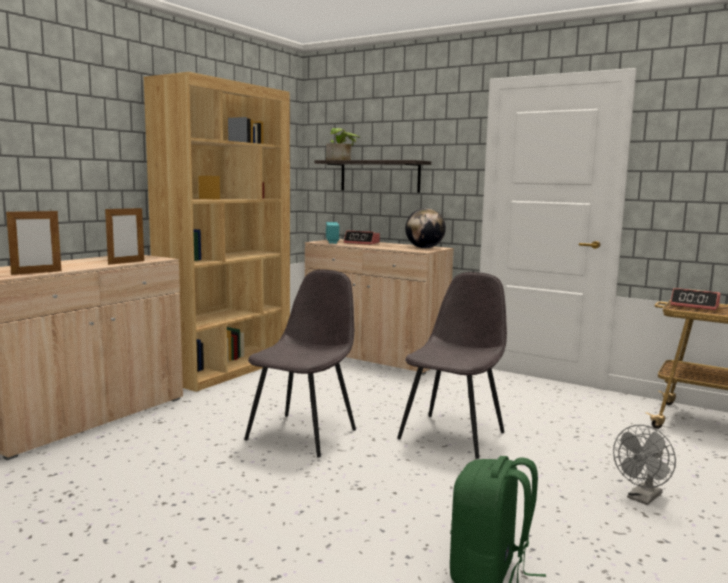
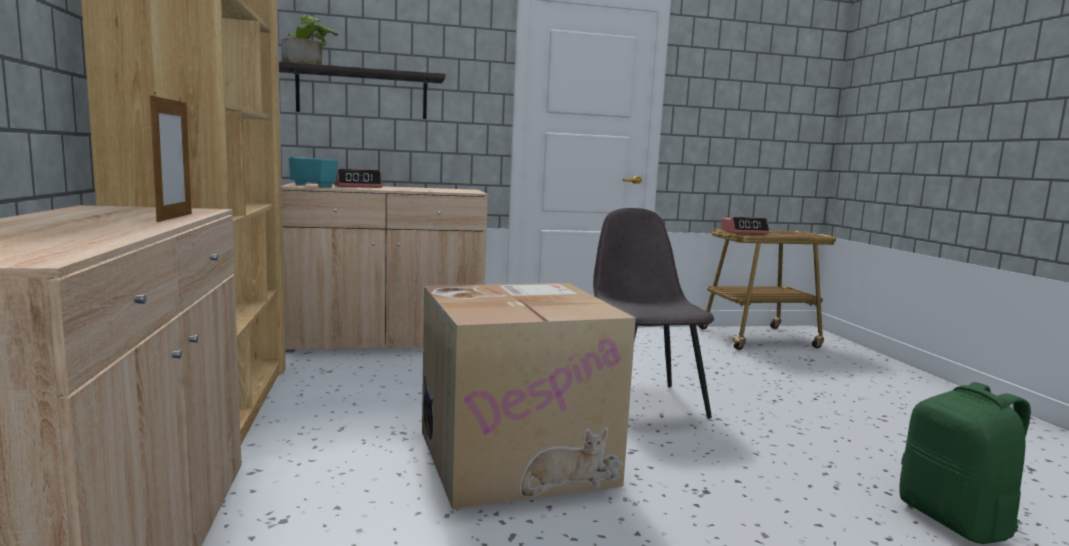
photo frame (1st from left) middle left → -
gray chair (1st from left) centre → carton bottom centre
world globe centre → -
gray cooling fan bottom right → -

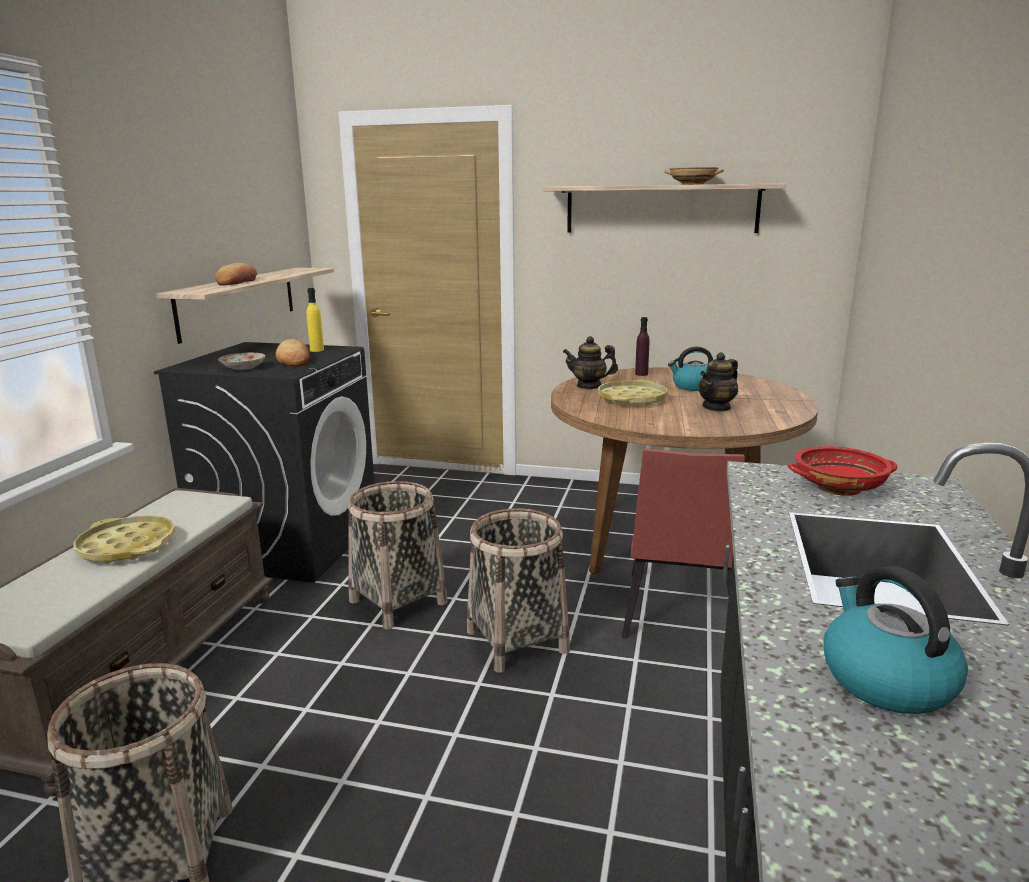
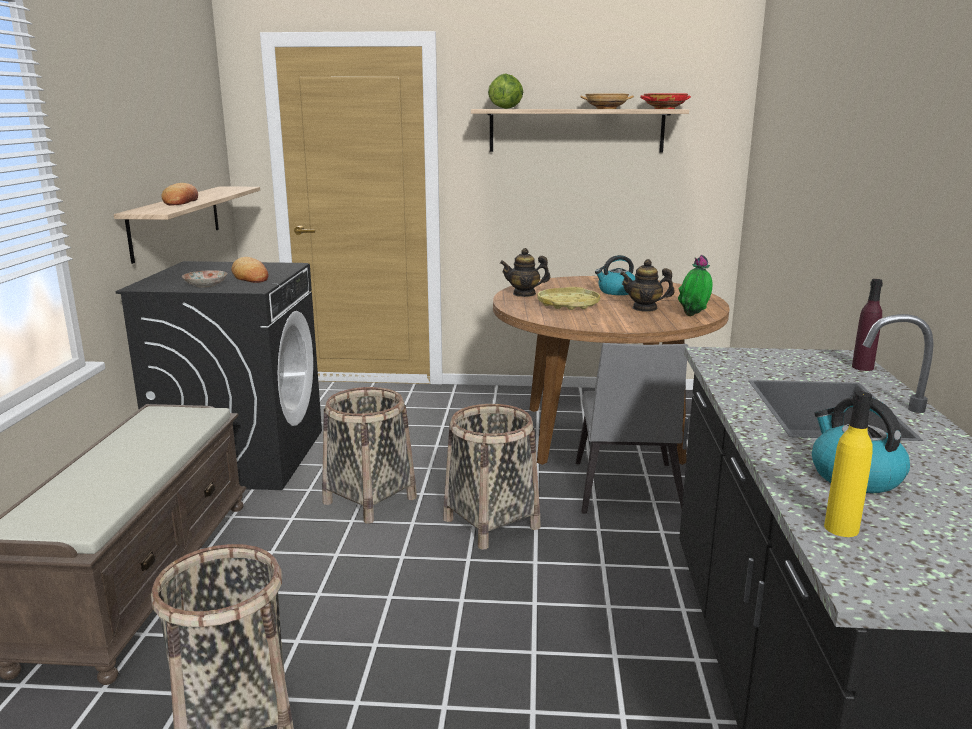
yellow carrying tray (1st from left) middle left → -
yellow bottle middle left → yellow bottle middle right, moved
red chair centre → gray chair centre
purple-coloured bottle centre → purple-coloured bottle middle right, moved
tea pot (2nd from left) middle right → tea pot (2nd from left) centre, 60 degrees clockwise
red deep dish middle right → red deep dish top right, moved
- → lettuce top centre
- → houseplant middle right

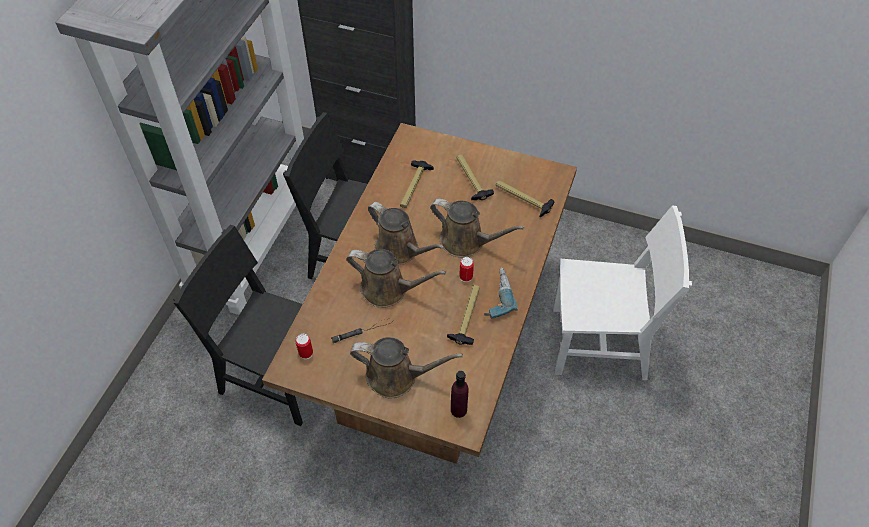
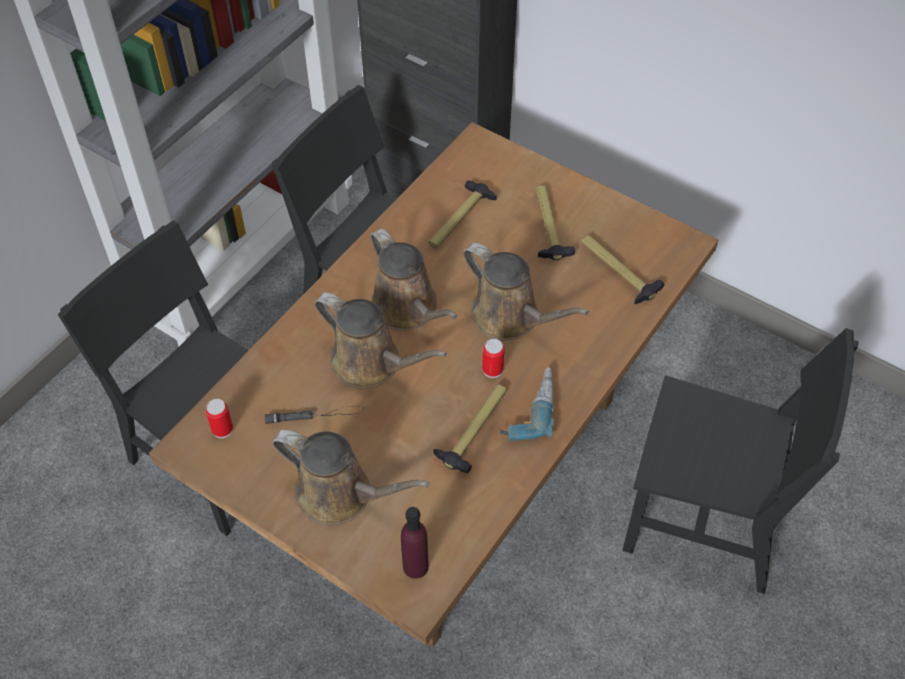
white chair middle right → black-coloured chair (3rd from left) bottom right

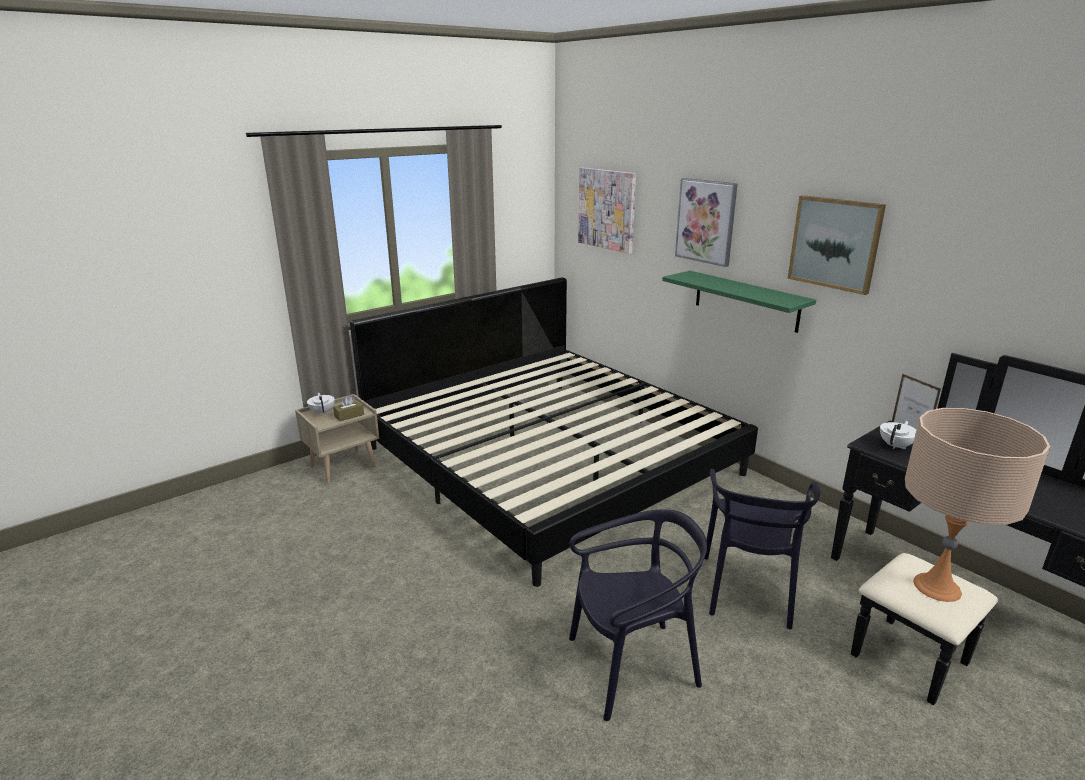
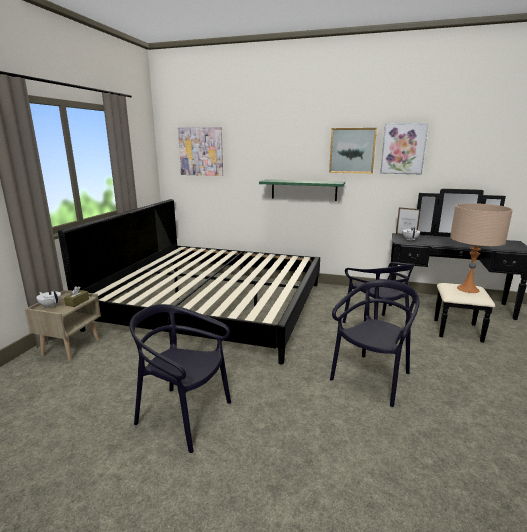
wall art (2nd from left in the first image) top centre → wall art (3rd from left) top right, moved
- → black-coloured chair (1st from left) bottom centre

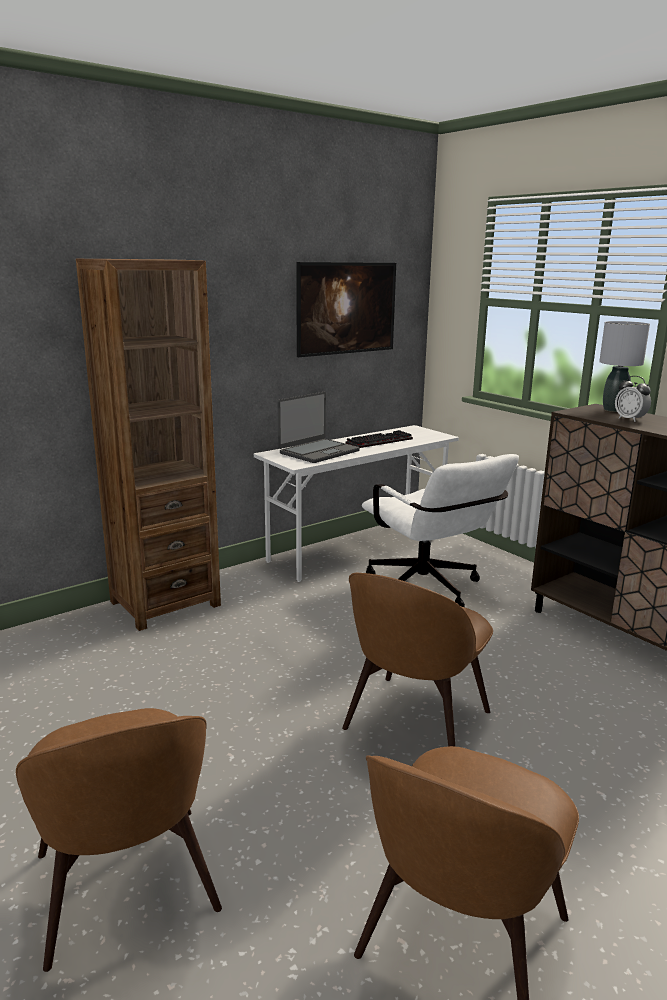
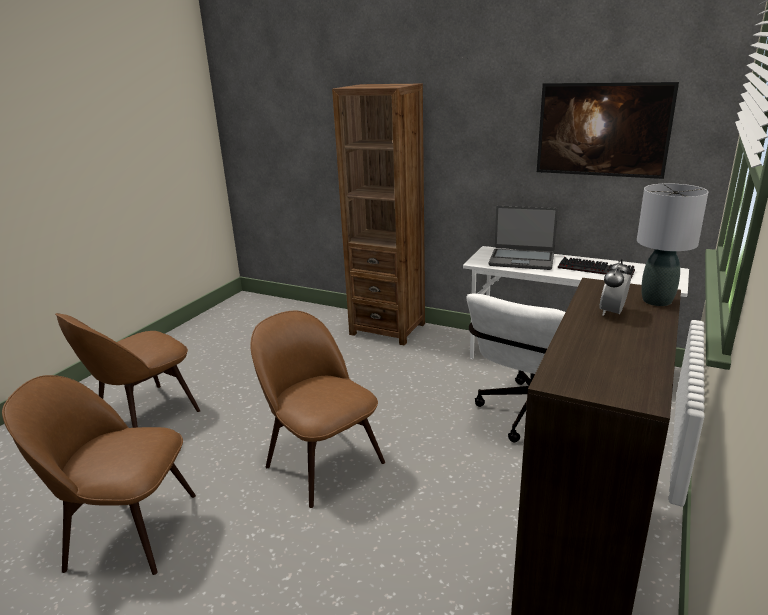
brown-coloured chair (2nd from left in the first image) centre → brown-coloured chair (3rd from left) centre, 45 degrees clockwise

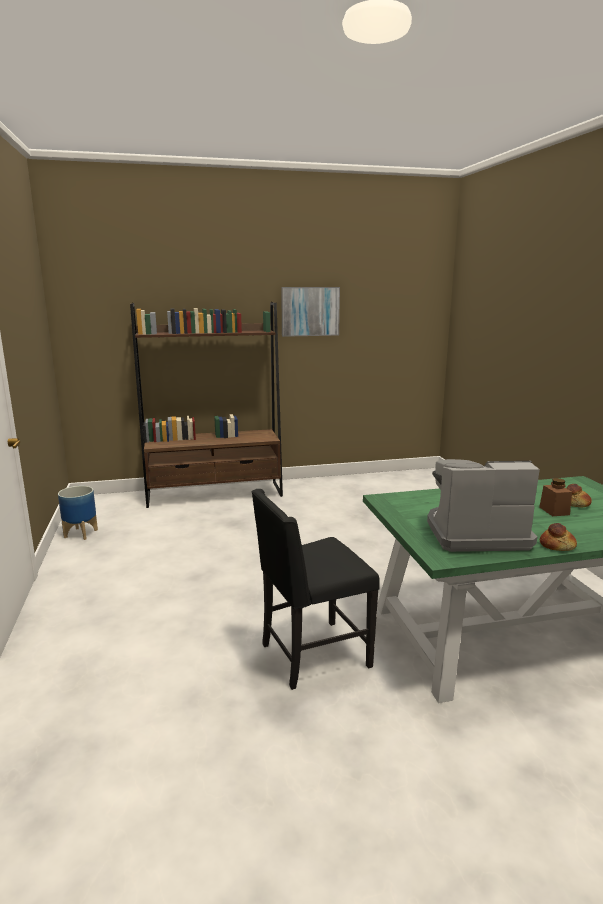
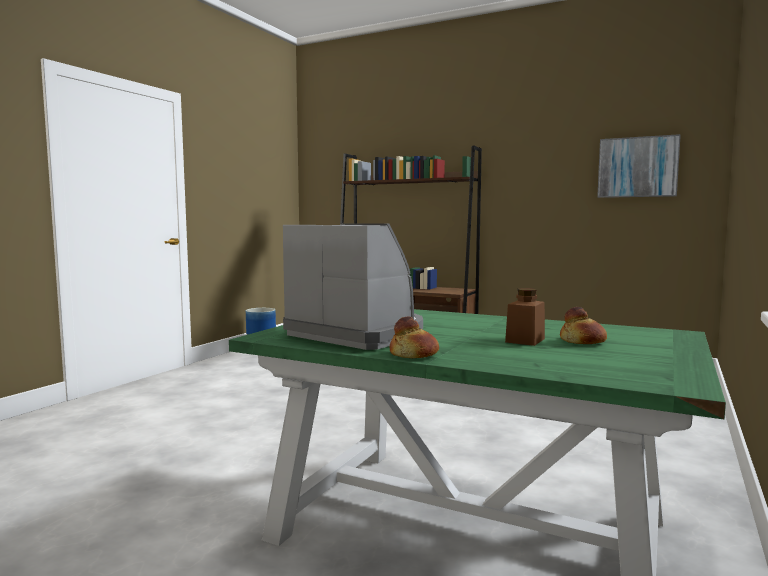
black-coloured chair centre → -
wall art centre → wall art top right, moved

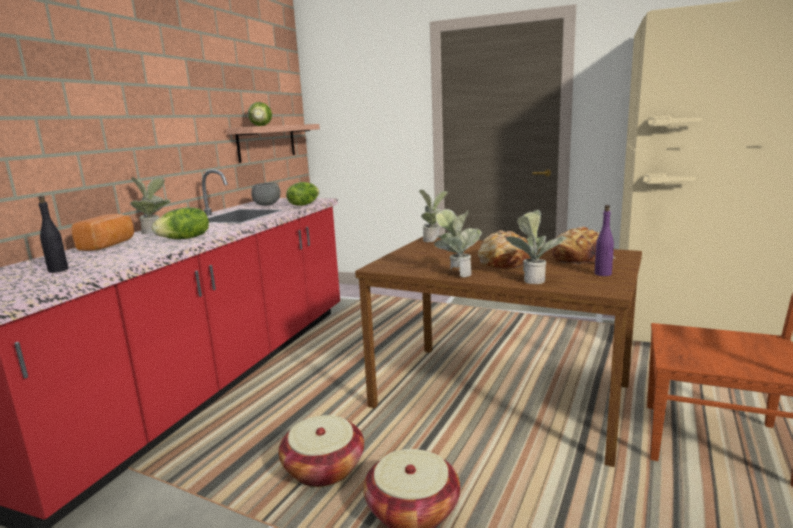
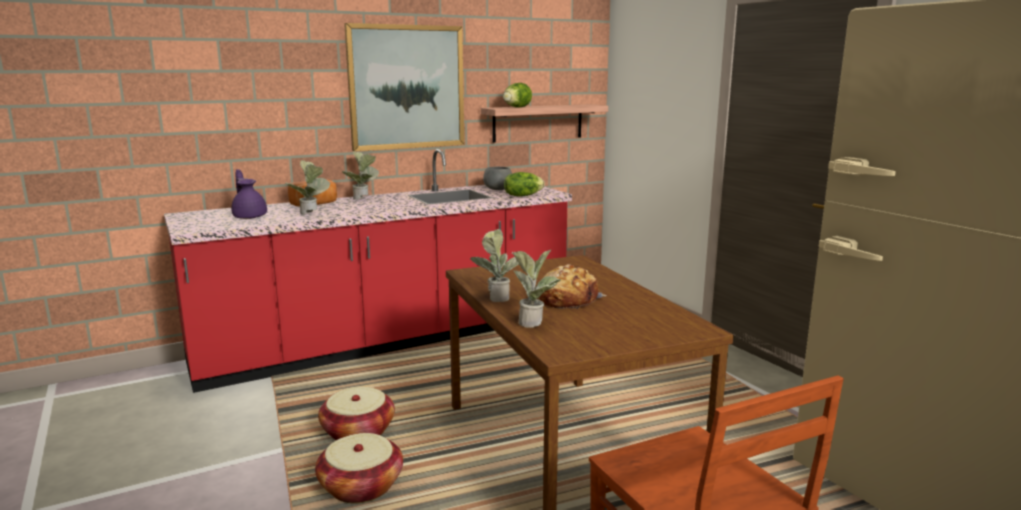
black-coloured bottle middle left → purple-coloured tea pot middle left
lettuce (1st from left) middle left → -
houseplant (2nd from left in the first image) centre → houseplant (1st from left) middle left, moved
bakery bread (3rd from left) middle right → -
purple-coloured bottle middle right → -
- → wall art top centre

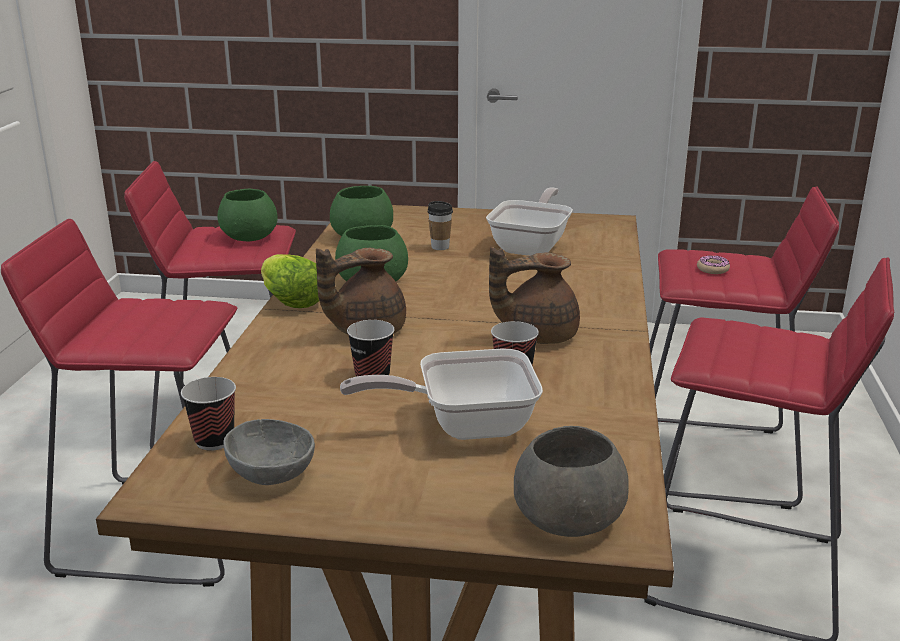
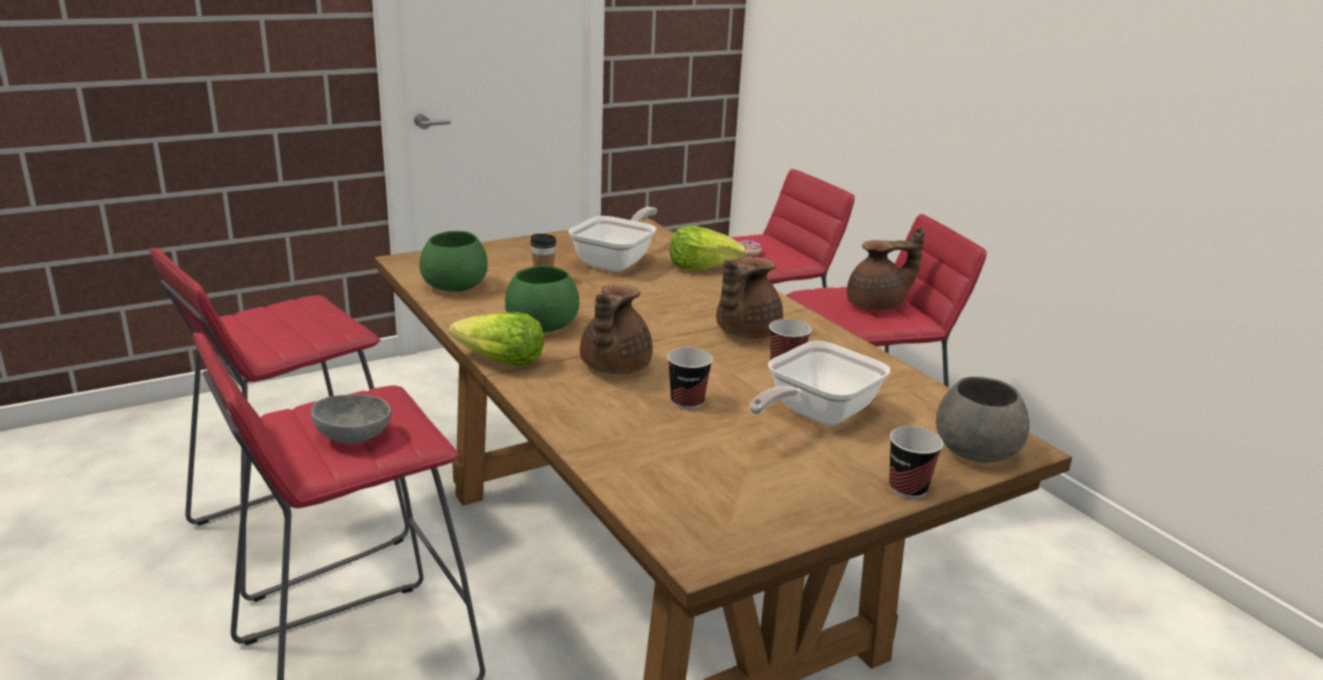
small cup (1st from left in the first image) middle left → small cup (4th from left) bottom right, moved
greenish deep dish (1st from left) middle left → -
gray deep dish (1st from left) bottom left → gray deep dish (1st from left) middle left, moved
skillet (2nd from left in the first image) centre → skillet (1st from left) centre, 45 degrees clockwise
- → lettuce (2nd from left) centre
- → brown-coloured tea pot (3rd from left) middle right

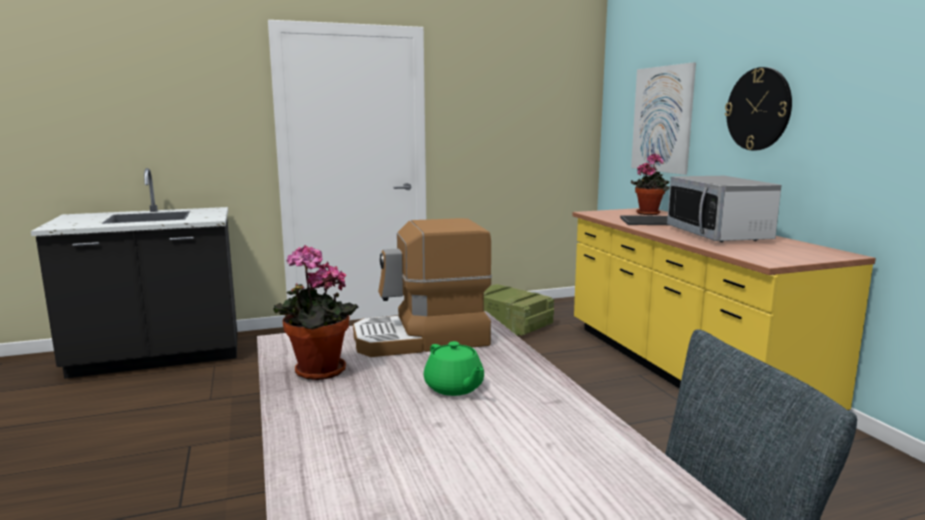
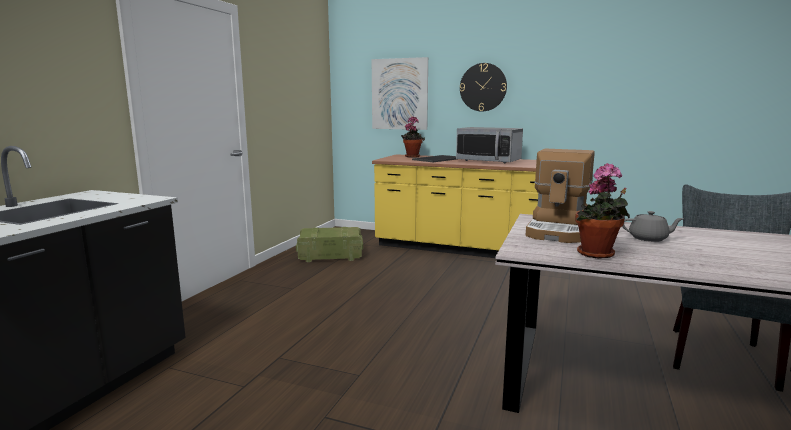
greenish tea pot bottom centre → gray tea pot middle right

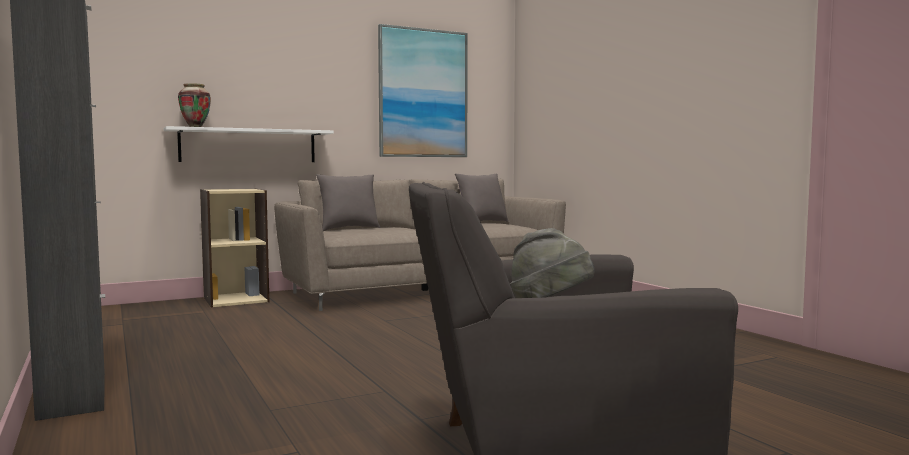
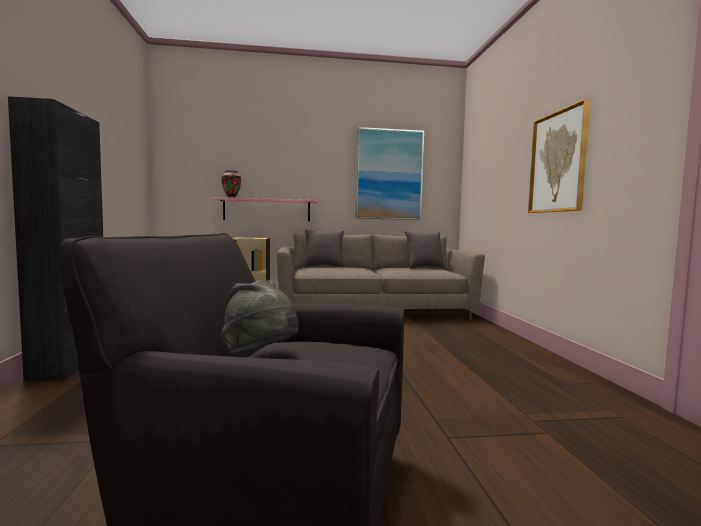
white shelf top left → pink shelf centre
- → wall art (2nd from left) top right

